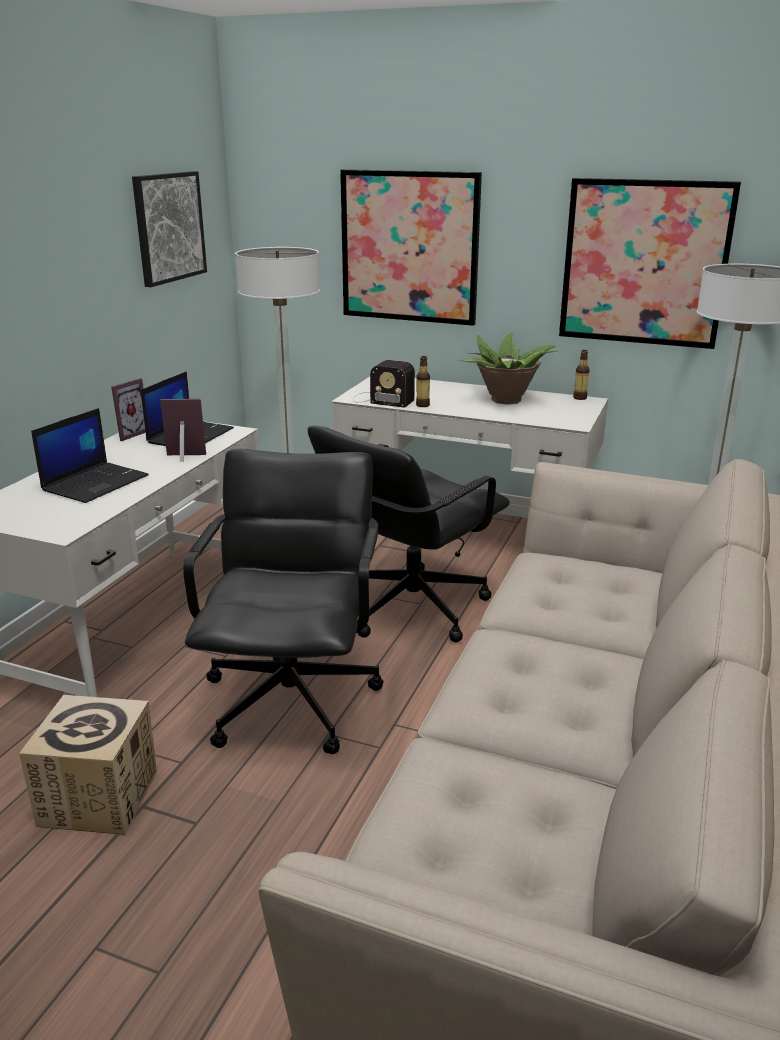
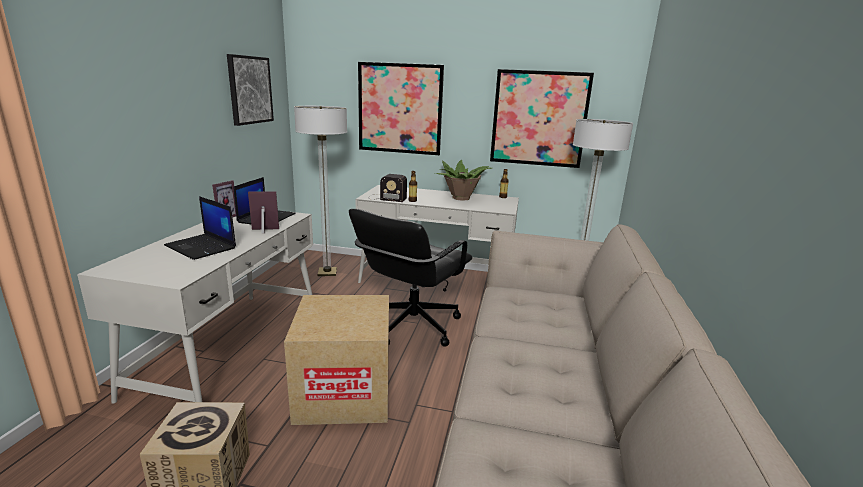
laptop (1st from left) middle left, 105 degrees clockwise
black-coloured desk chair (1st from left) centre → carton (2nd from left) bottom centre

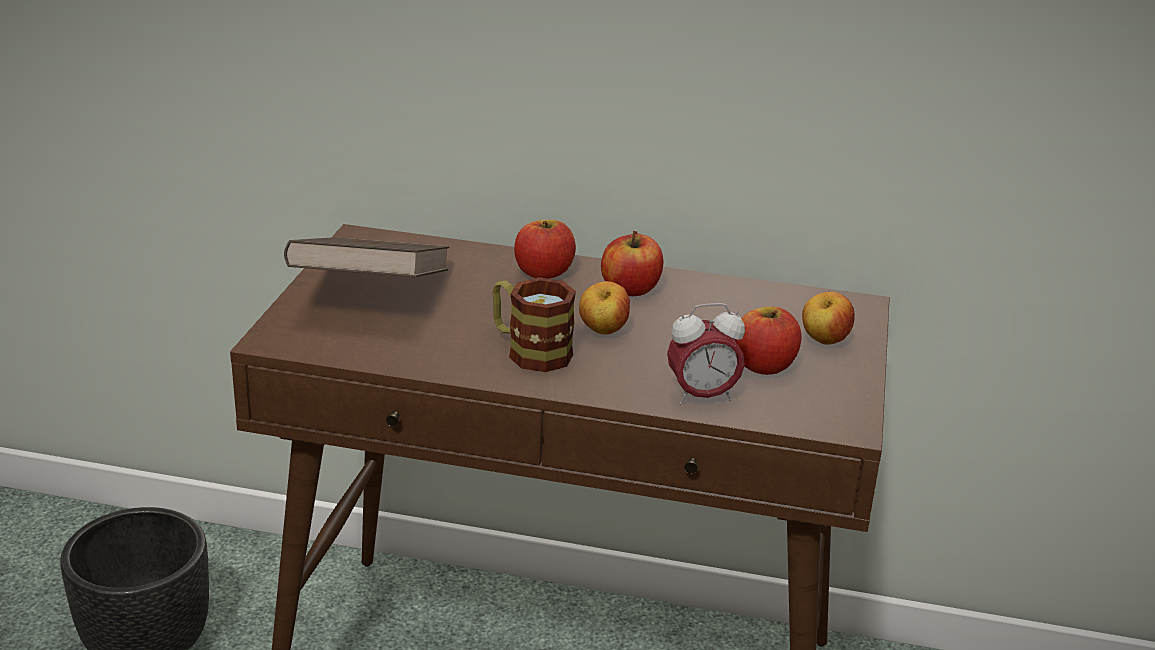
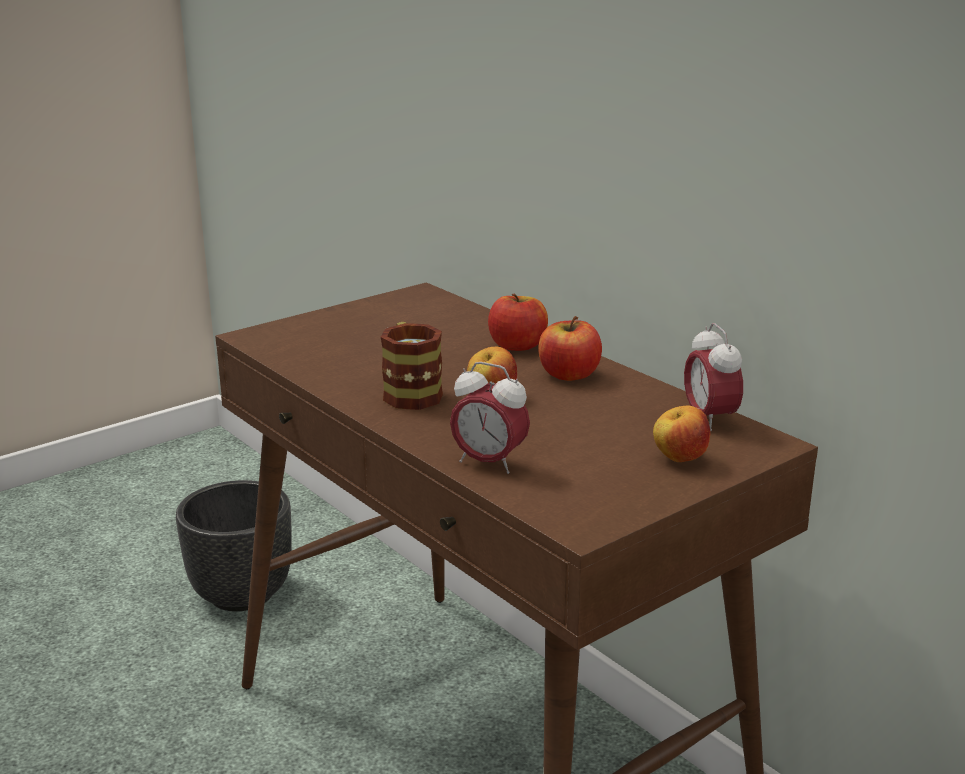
brown-coloured book middle left → -
apple fruit (4th from left) centre → -
- → table clock (2nd from left) middle right

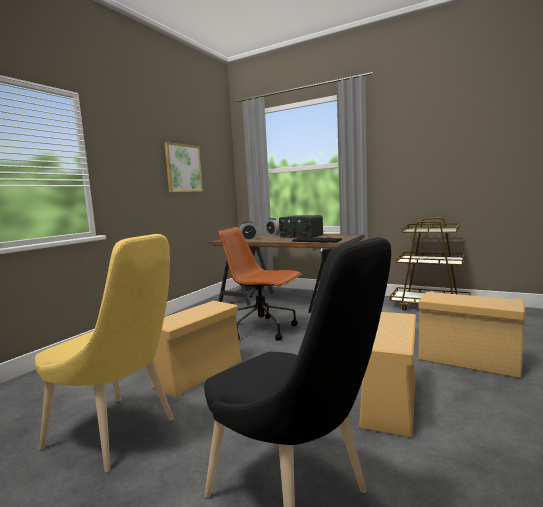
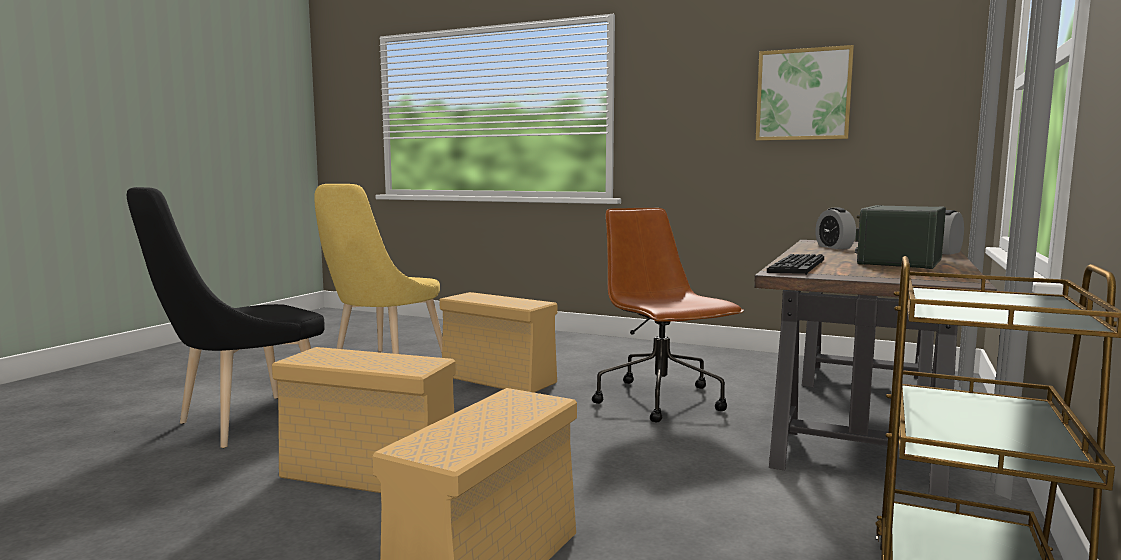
brown-coloured desk chair centre, 45 degrees counterclockwise

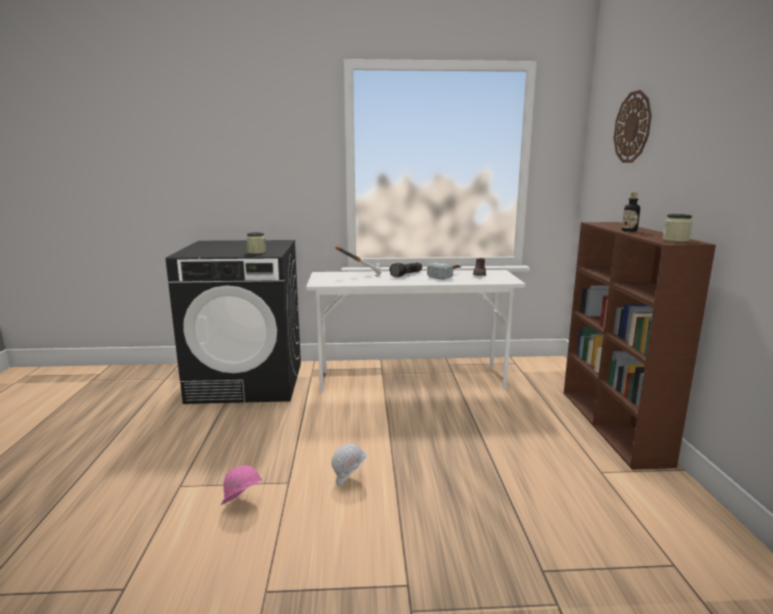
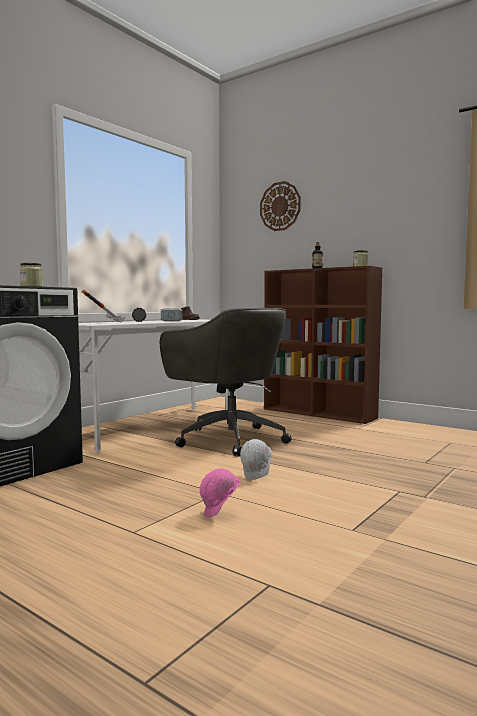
- → gray desk chair centre

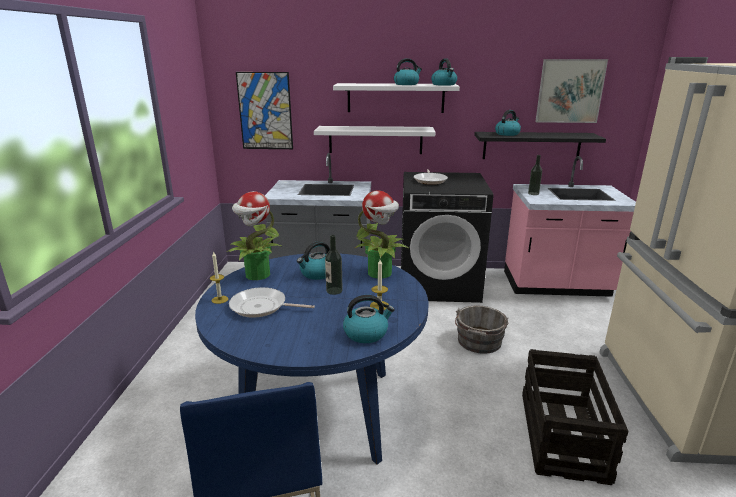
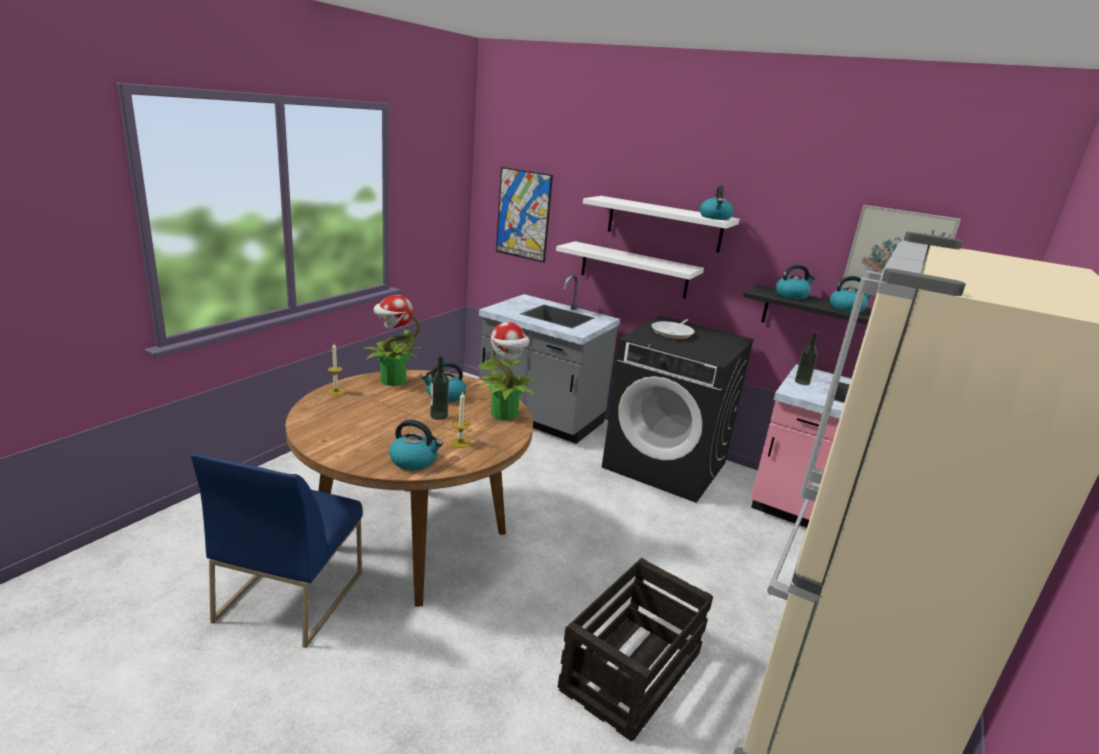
blue-coloured dining table bottom centre → brown-coloured dining table centre
skillet (1st from left) centre → -
water kettle (3rd from left in the first image) top centre → water kettle (5th from left) middle right, moved
gray water bucket centre → -

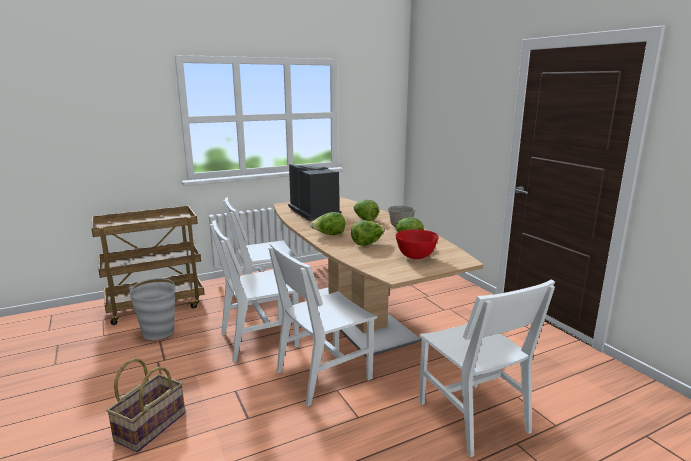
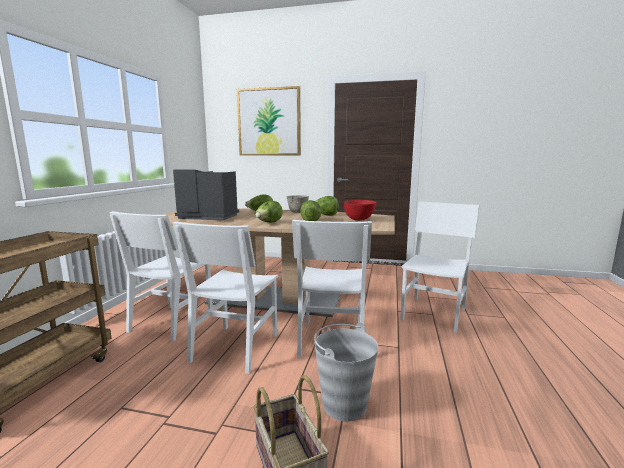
gray water bucket bottom left → gray water bucket bottom centre, moved
white chair (4th from left) bottom right → white chair (4th from left) middle right, 75 degrees counterclockwise
- → wall art top centre

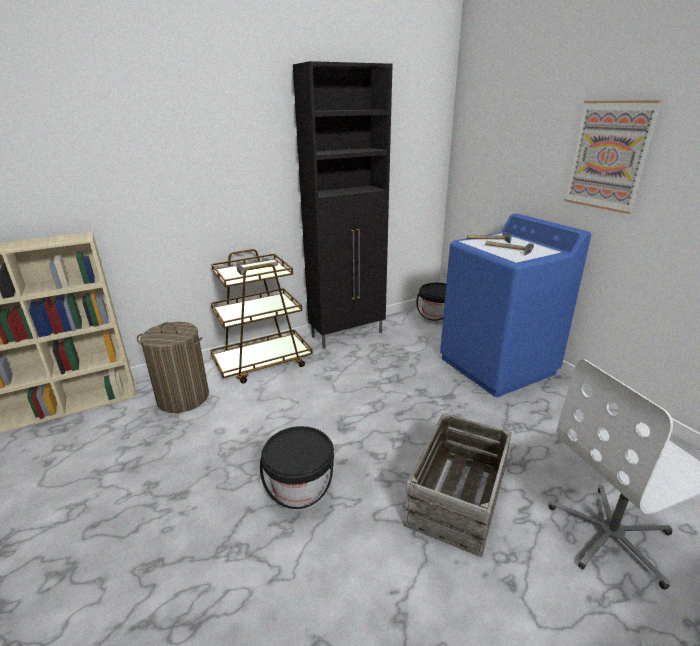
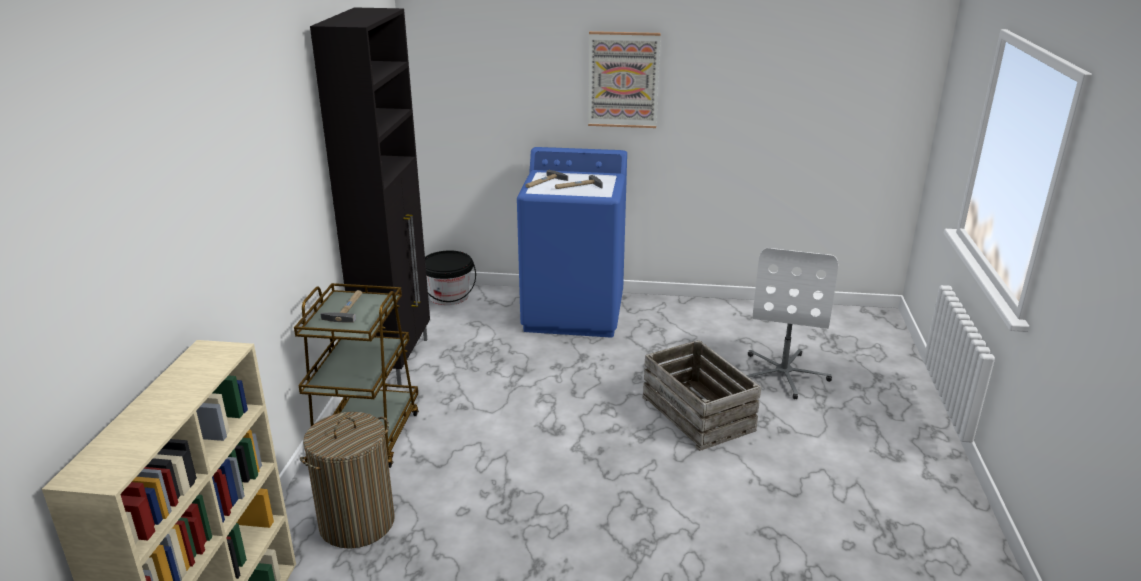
black-coloured water bucket (1st from left) bottom centre → -

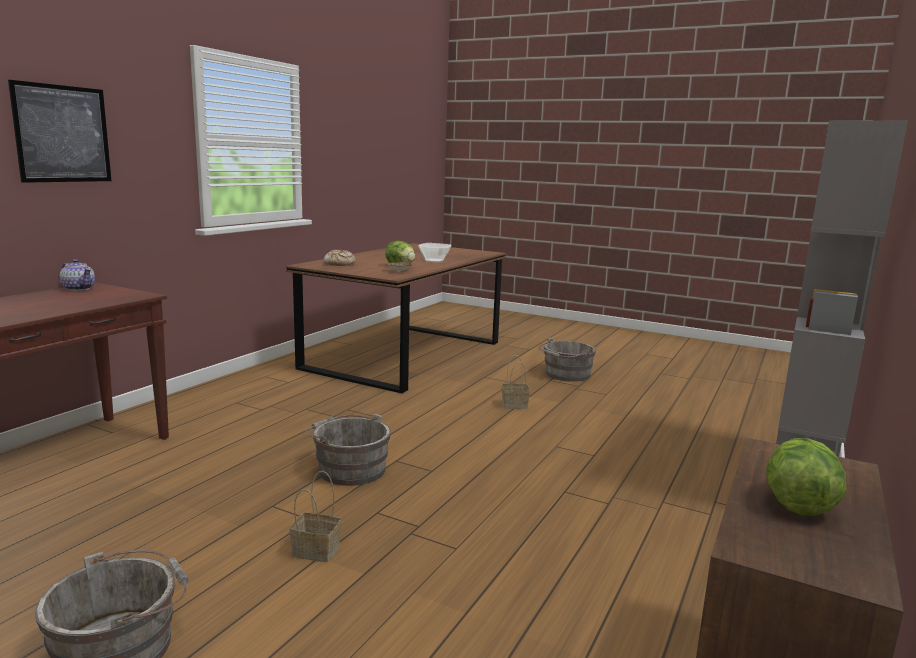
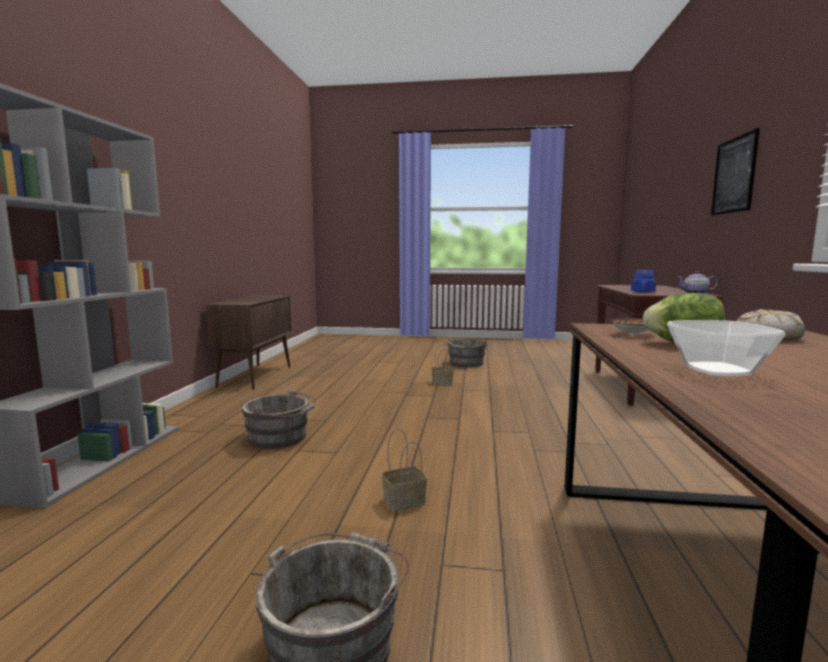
gray water bucket (2nd from left in the first image) bottom centre → gray water bucket (1st from left) centre, moved
lettuce (2nd from left) bottom right → -
- → blue-coloured preserve jar middle right

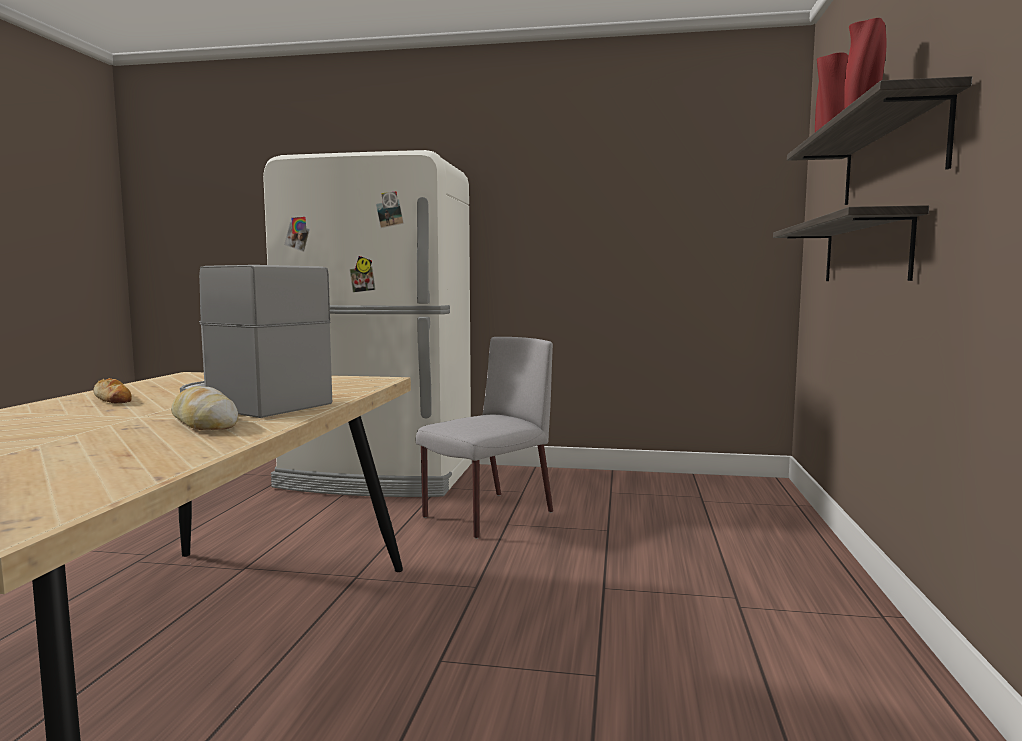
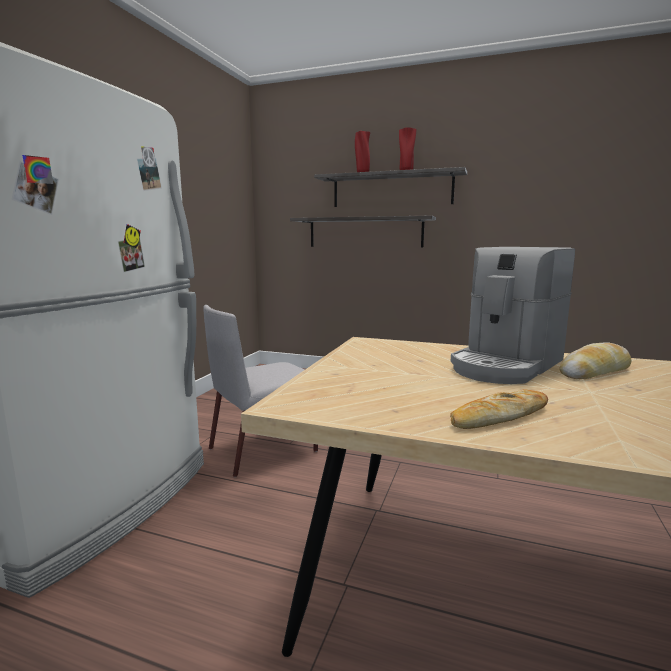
gray chair centre, 90 degrees counterclockwise

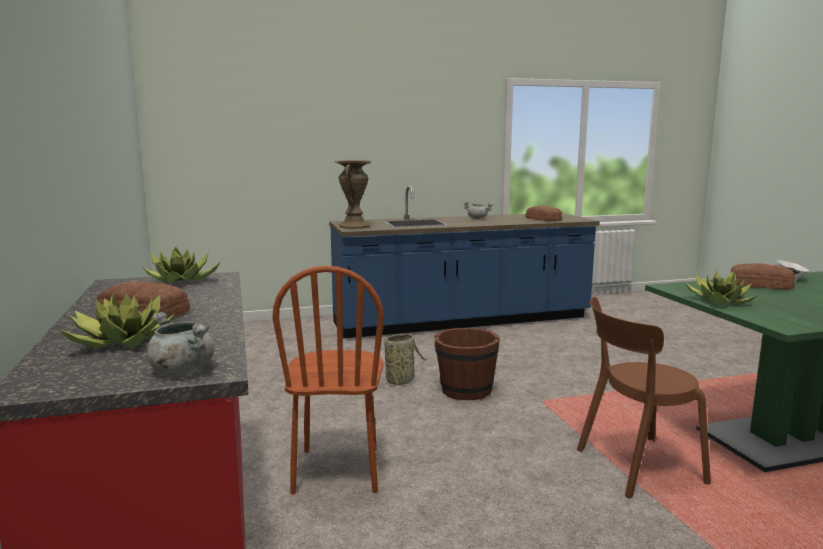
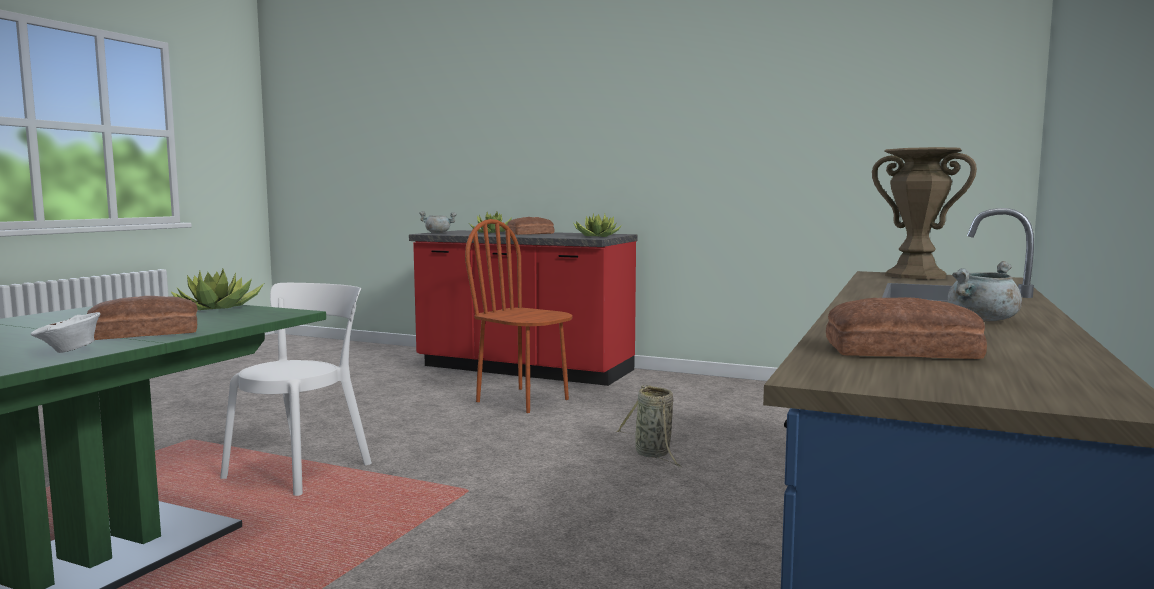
brown-coloured water bucket centre → -
brown-coloured chair (2nd from left) bottom right → white chair middle left

